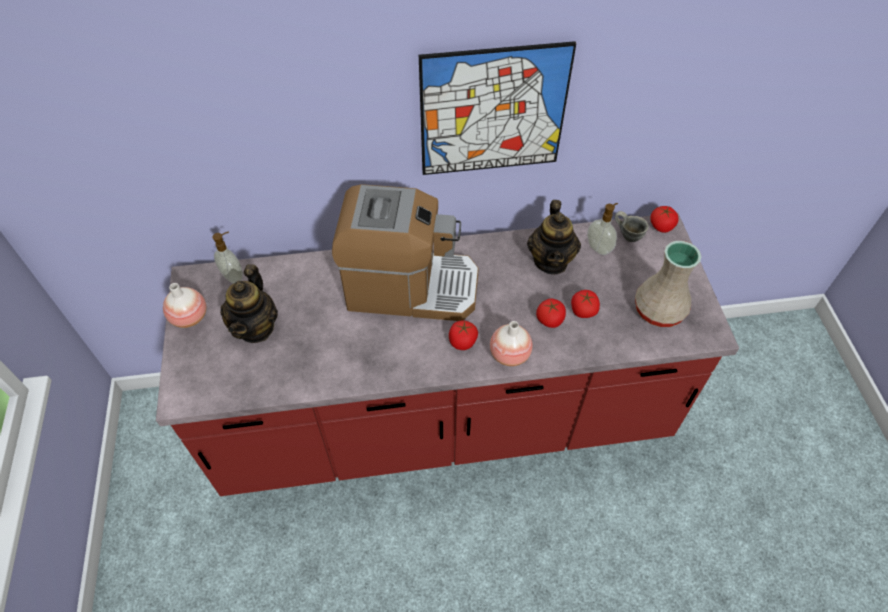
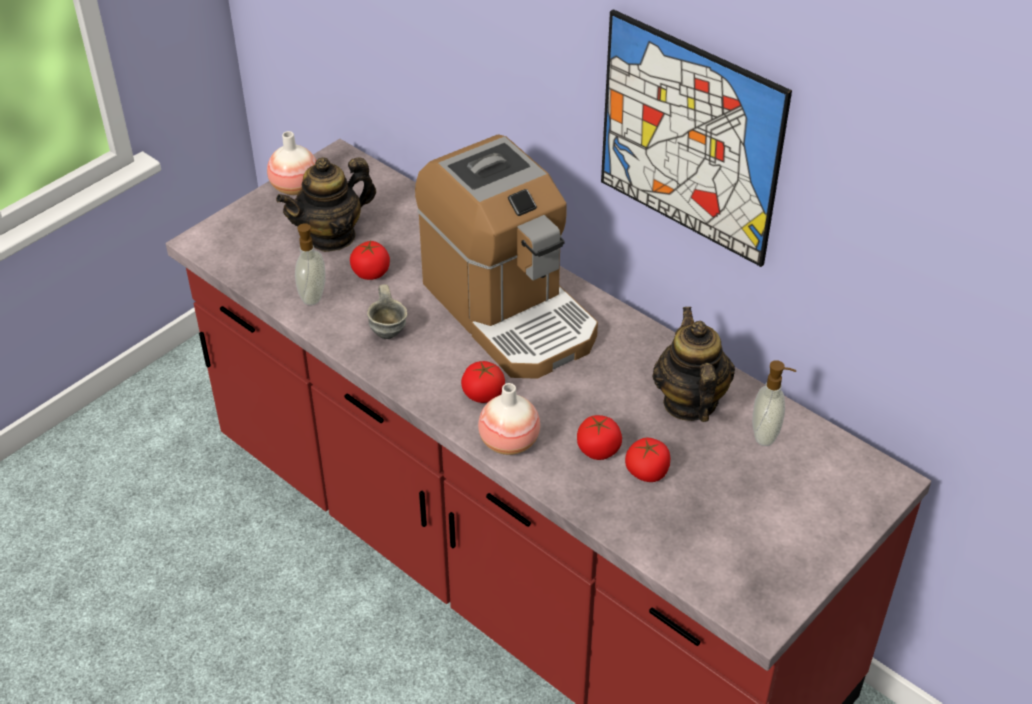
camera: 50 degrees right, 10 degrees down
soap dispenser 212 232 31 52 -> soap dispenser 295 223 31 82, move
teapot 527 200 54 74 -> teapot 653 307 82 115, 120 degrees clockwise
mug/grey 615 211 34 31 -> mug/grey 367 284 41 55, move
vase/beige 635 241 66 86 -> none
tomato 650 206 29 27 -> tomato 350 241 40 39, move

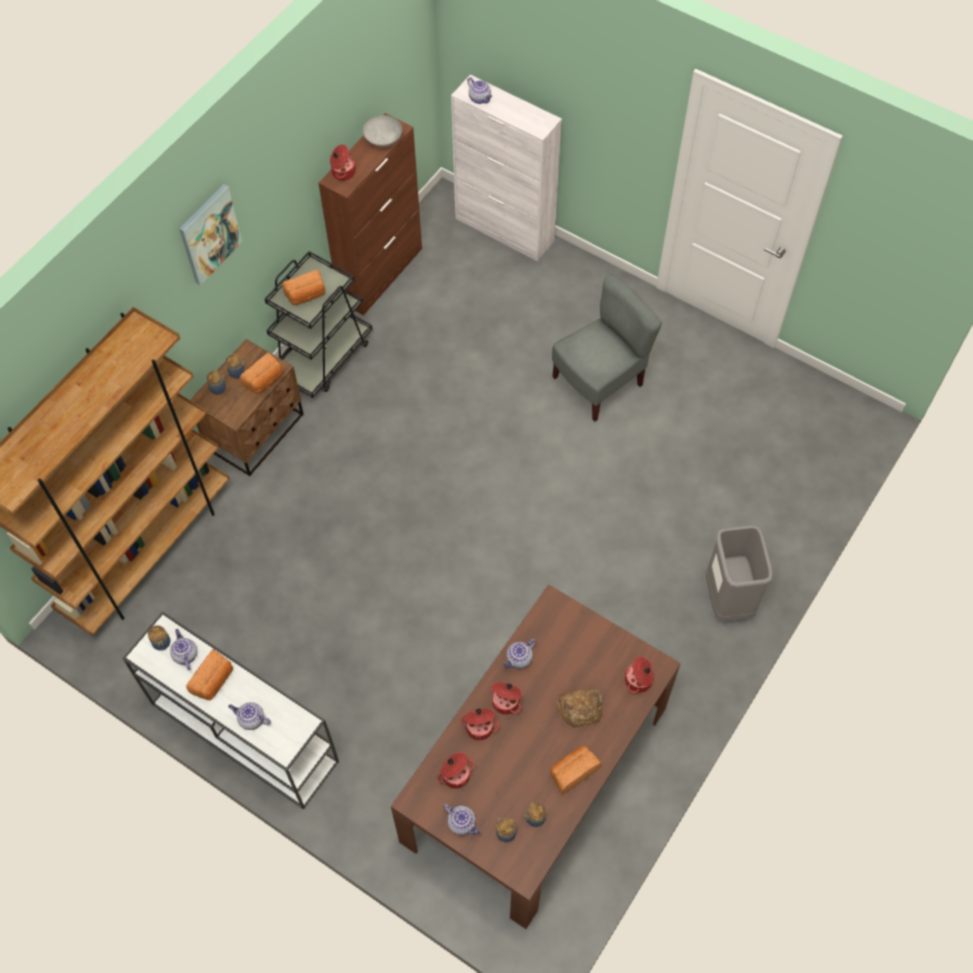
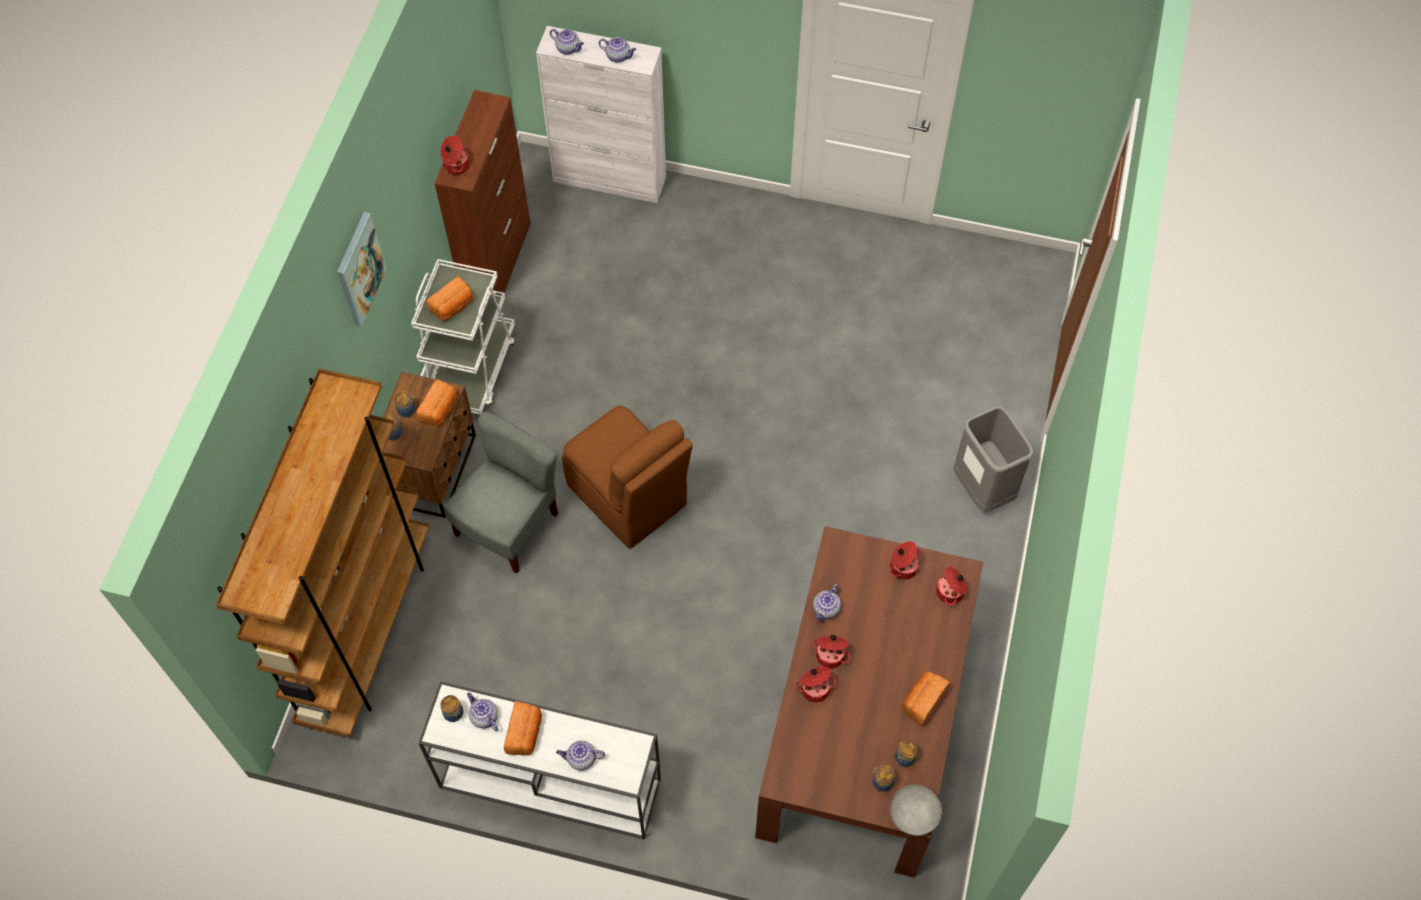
camera: 20 degrees left, 0 degrees up
cart/black 265 251 107 147 -> cart/white 411 259 104 156
bowl/grey 363 115 39 32 -> bowl/grey 890 785 52 51, move
cooking pot 437 753 37 36 -> cooking pot 890 541 30 38, move
teapot 443 804 37 31 -> teapot 599 37 37 26, move
chair/grey 552 274 110 148 -> chair/grey 443 411 115 163, move
bread 556 688 47 40 -> none
none -> chair/brown 562 405 131 144

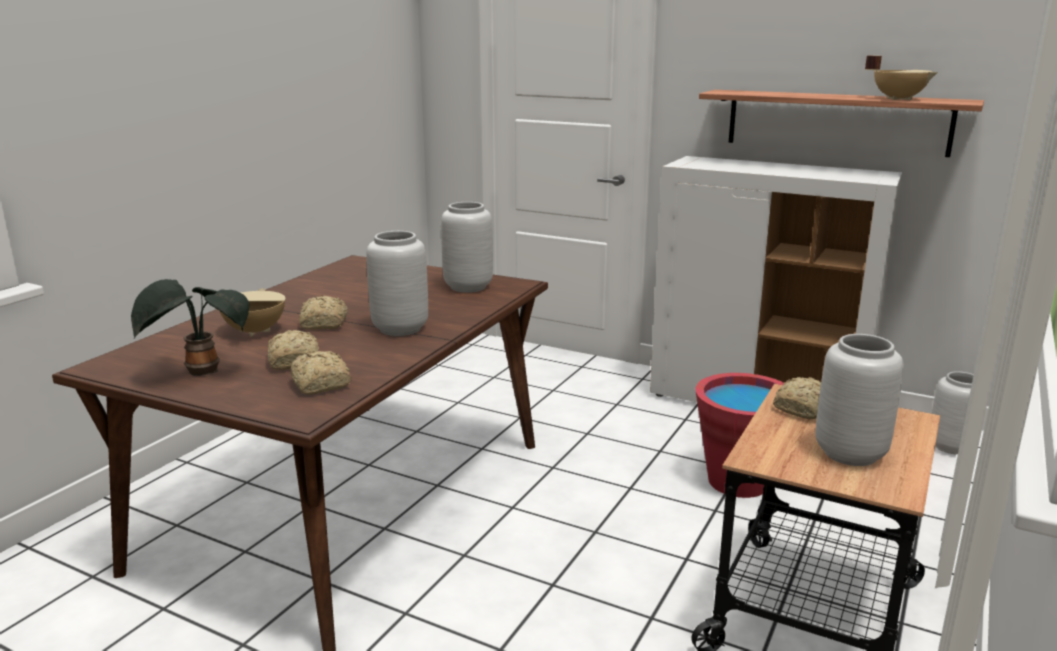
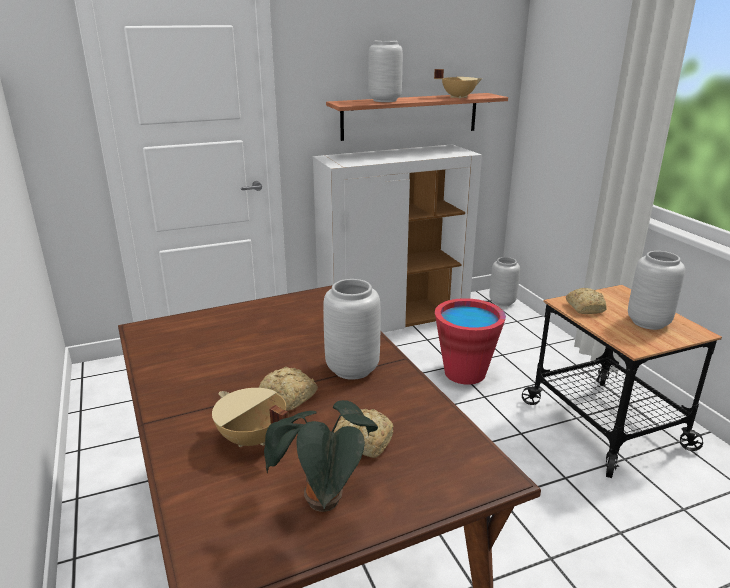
camera: 50 degrees left, 5 degrees up
bread 291 351 61 44 -> none
vase/grey 441 202 52 91 -> vase/grey 368 40 35 62, move

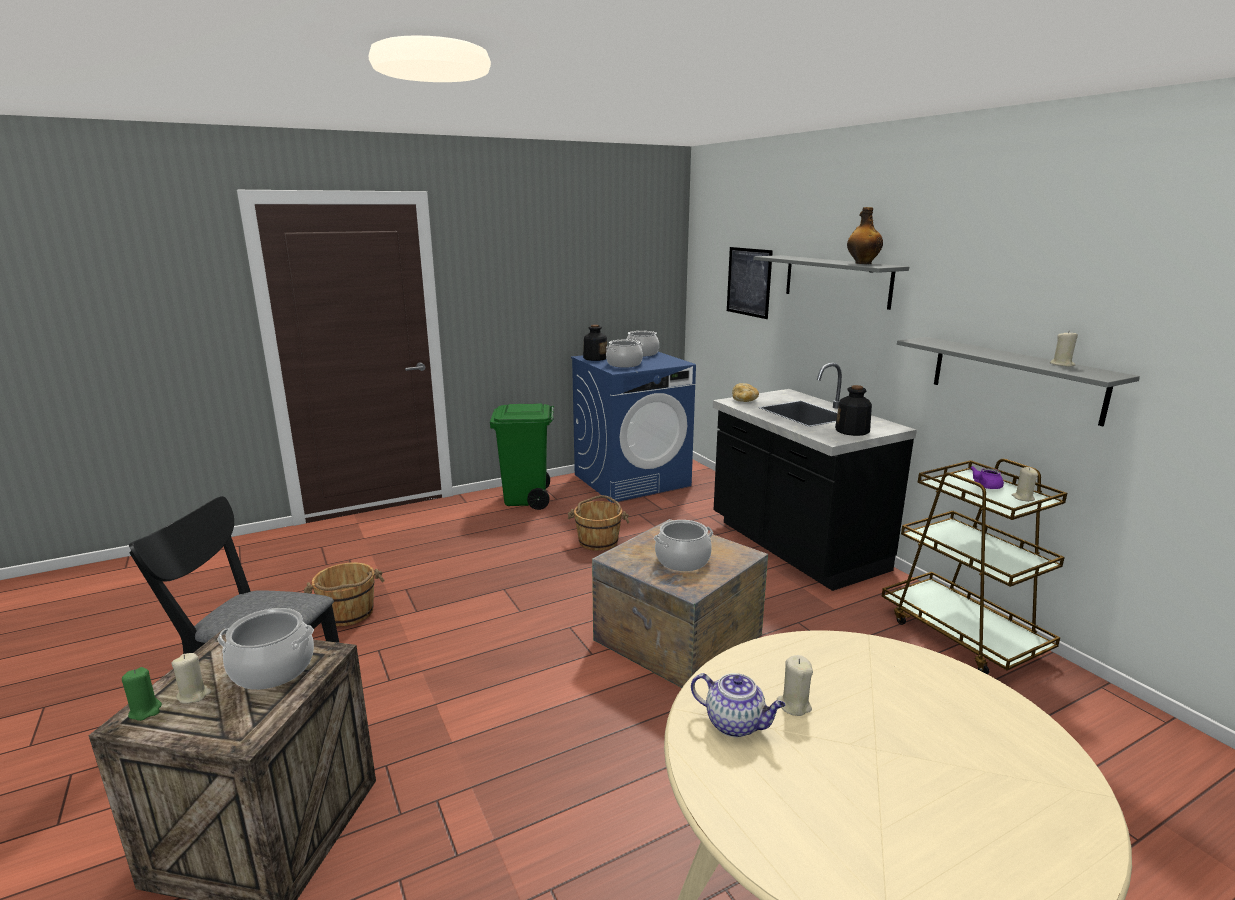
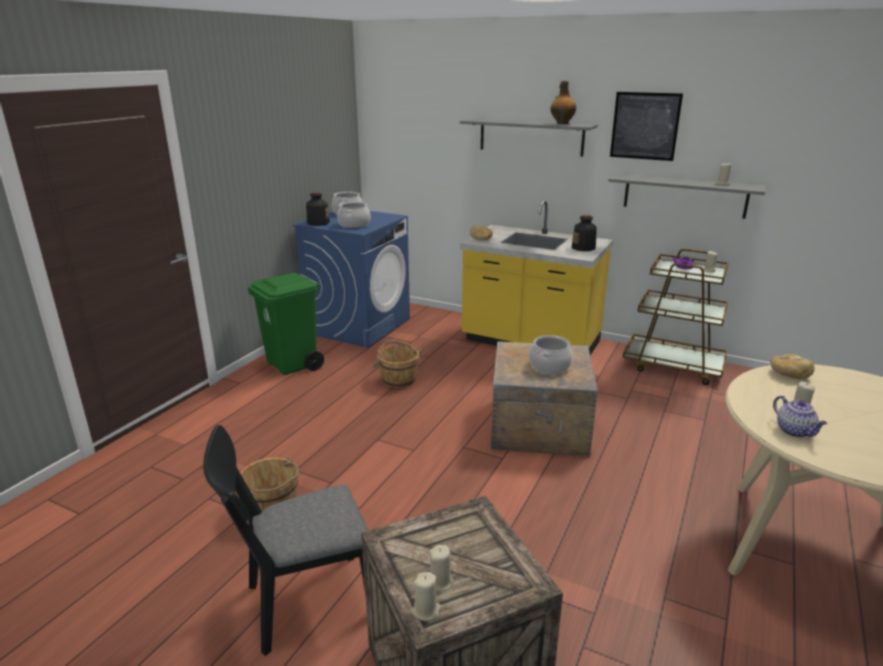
camera: 35 degrees left, 5 degrees up
candle/green 122 667 40 54 -> candle/beige 412 572 29 49
cooking pot 217 608 97 82 -> none
teapot 691 673 94 64 -> teapot 773 396 54 41, 75 degrees clockwise
counter/black 713 363 204 228 -> counter/yellow 460 200 153 155
picture 727 247 46 72 -> picture 610 92 73 69, move
none -> bread 770 354 45 25

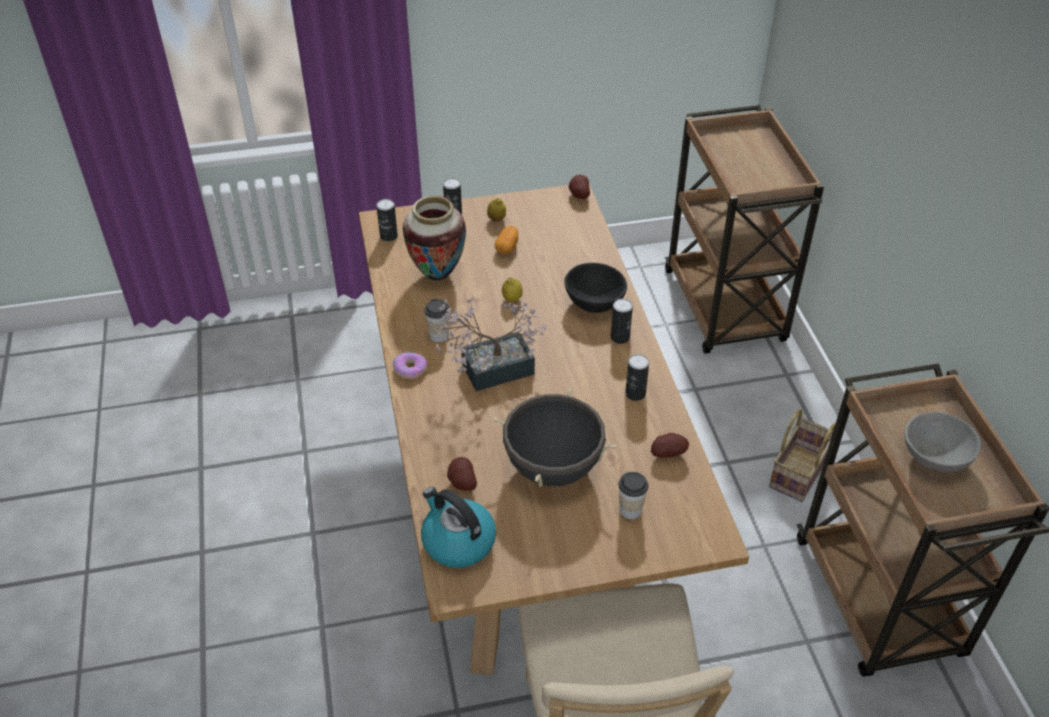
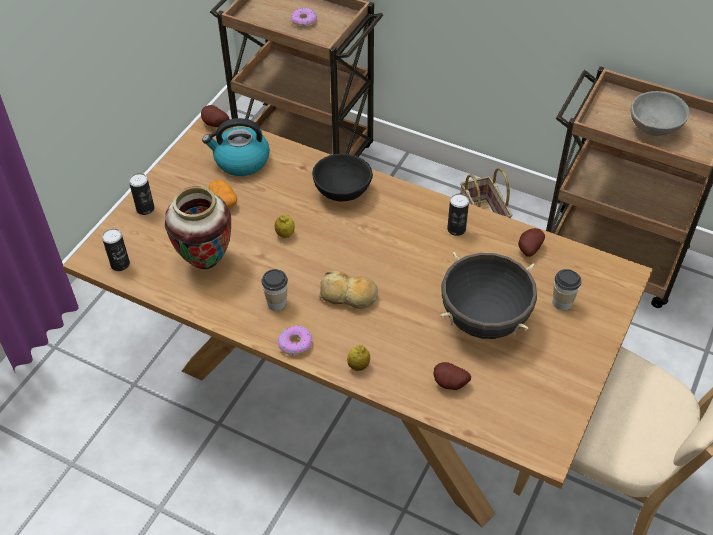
camera: 50 degrees left, 5 degrees up
kettle 421 487 75 81 -> kettle 202 118 68 58, move
potted plant 436 297 110 94 -> bread 319 271 59 38
lemon 487 198 19 24 -> lemon 347 345 23 26, move
can 611 298 22 46 -> none
none -> donut 291 8 26 19

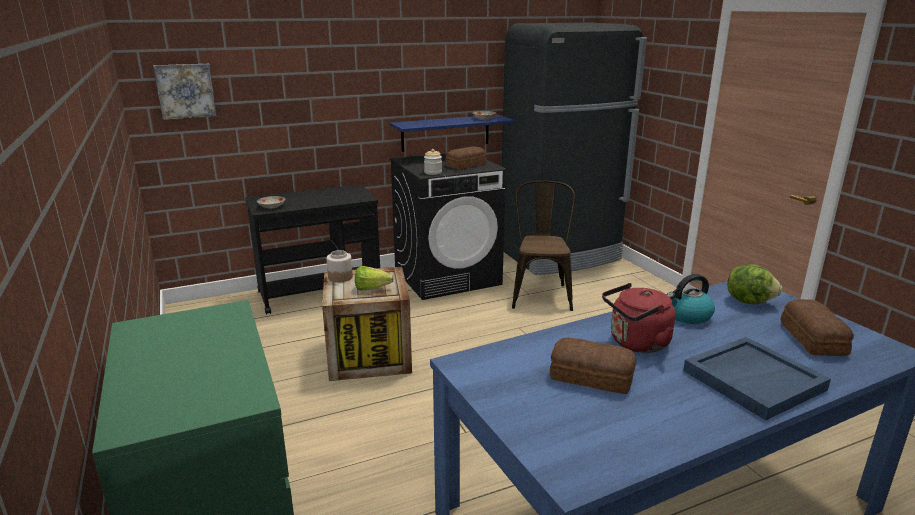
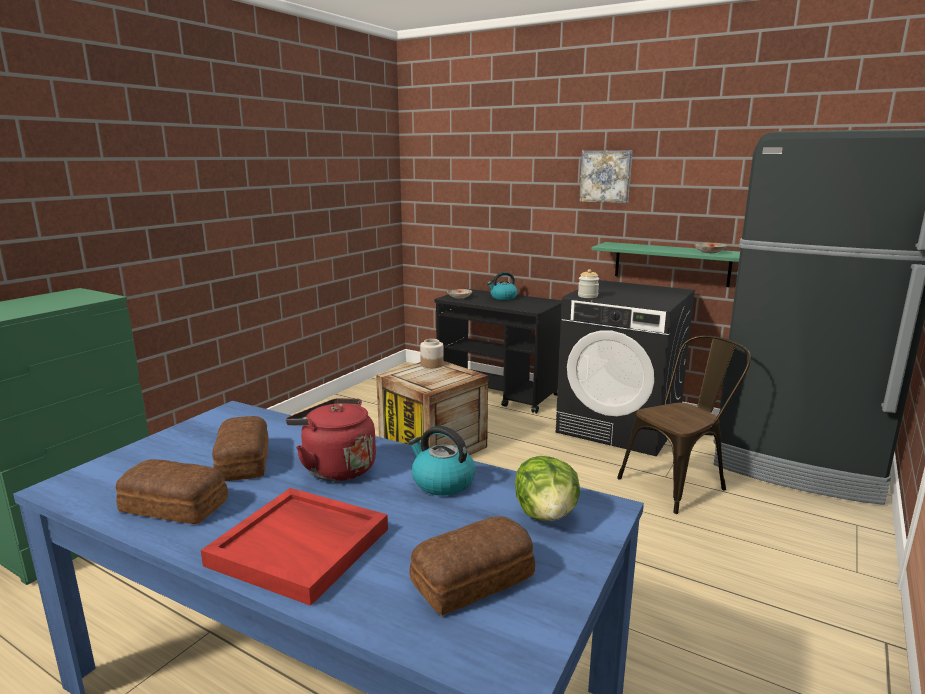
camera: 55 degrees right, 5 degrees down
picture 153 64 64 56 -> picture 579 150 53 53, move
lettuce 355 266 39 24 -> none
shelf/blue 390 115 125 37 -> shelf/green 591 242 149 45
bread 445 146 42 23 -> bread 116 459 112 65, move
tray/blue 683 337 148 83 -> tray/red 201 488 187 118
none -> kettle 487 272 31 28

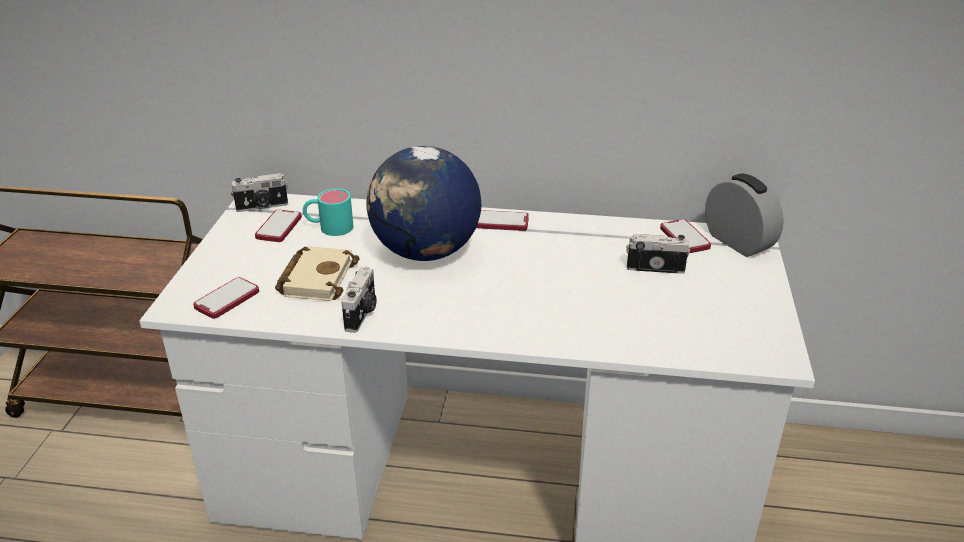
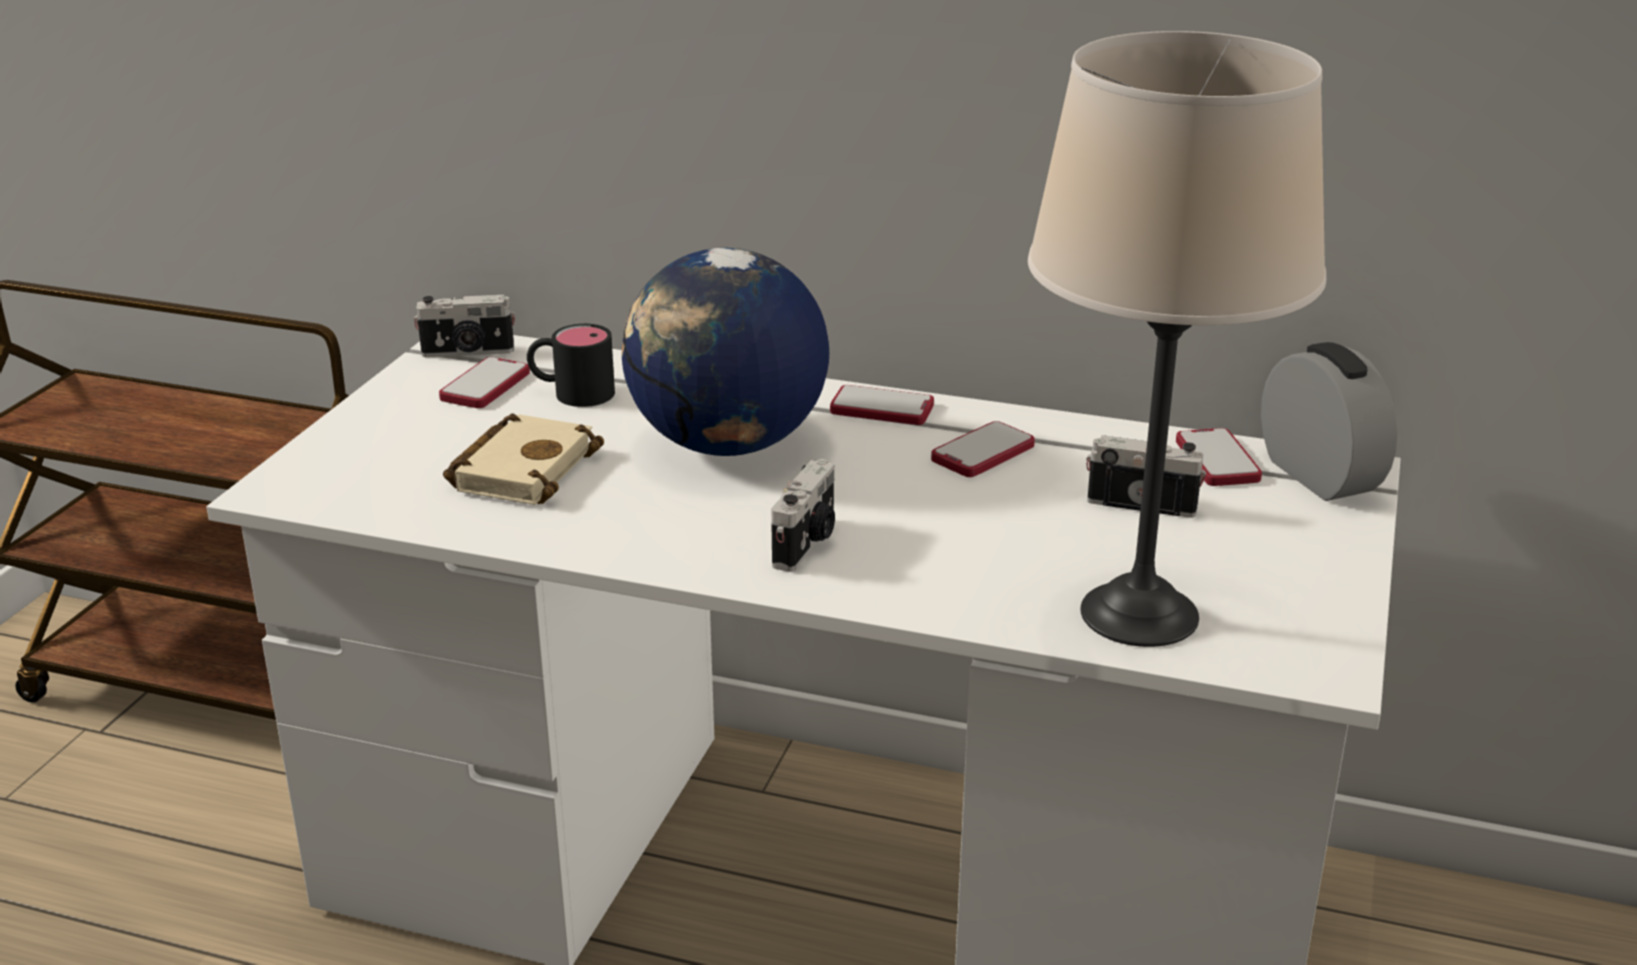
camera: 10 degrees right, 5 degrees down
phone 193 277 66 42 -> phone 931 421 104 56, move
mug/turquoise 303 189 50 47 -> mug/black 527 324 88 83
photo camera 341 266 36 67 -> photo camera 771 459 64 113, move
none -> table lamp/beige 1028 31 298 616

